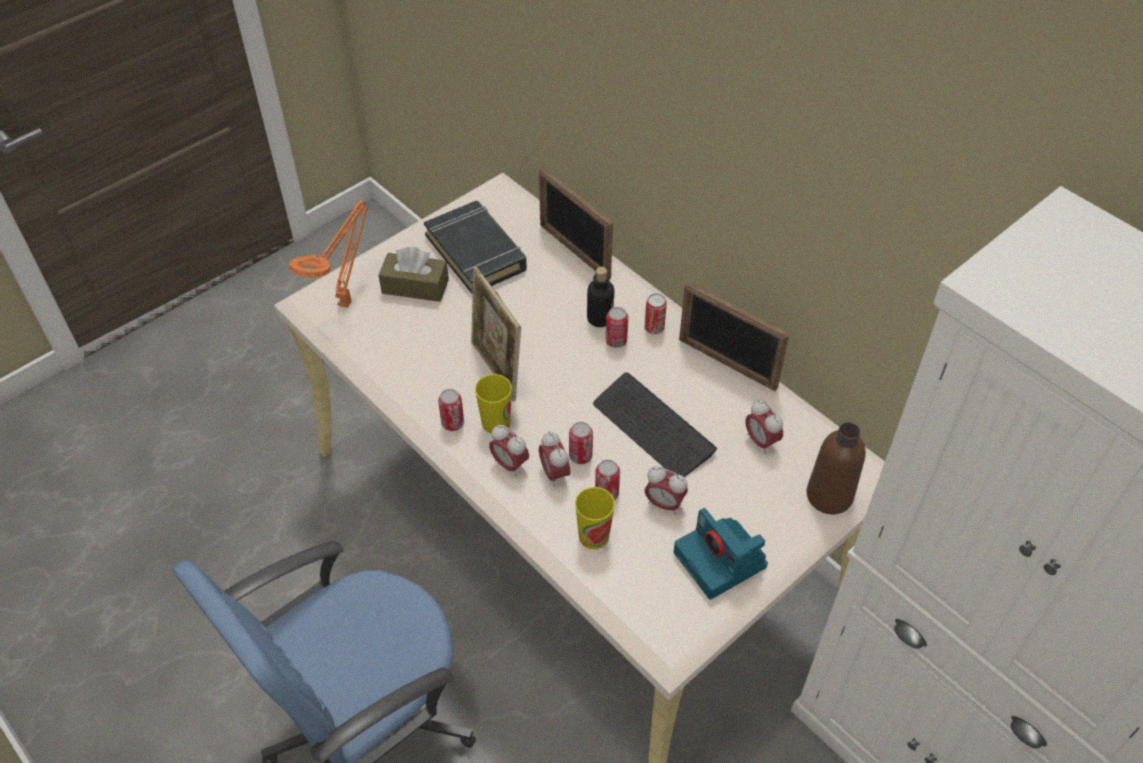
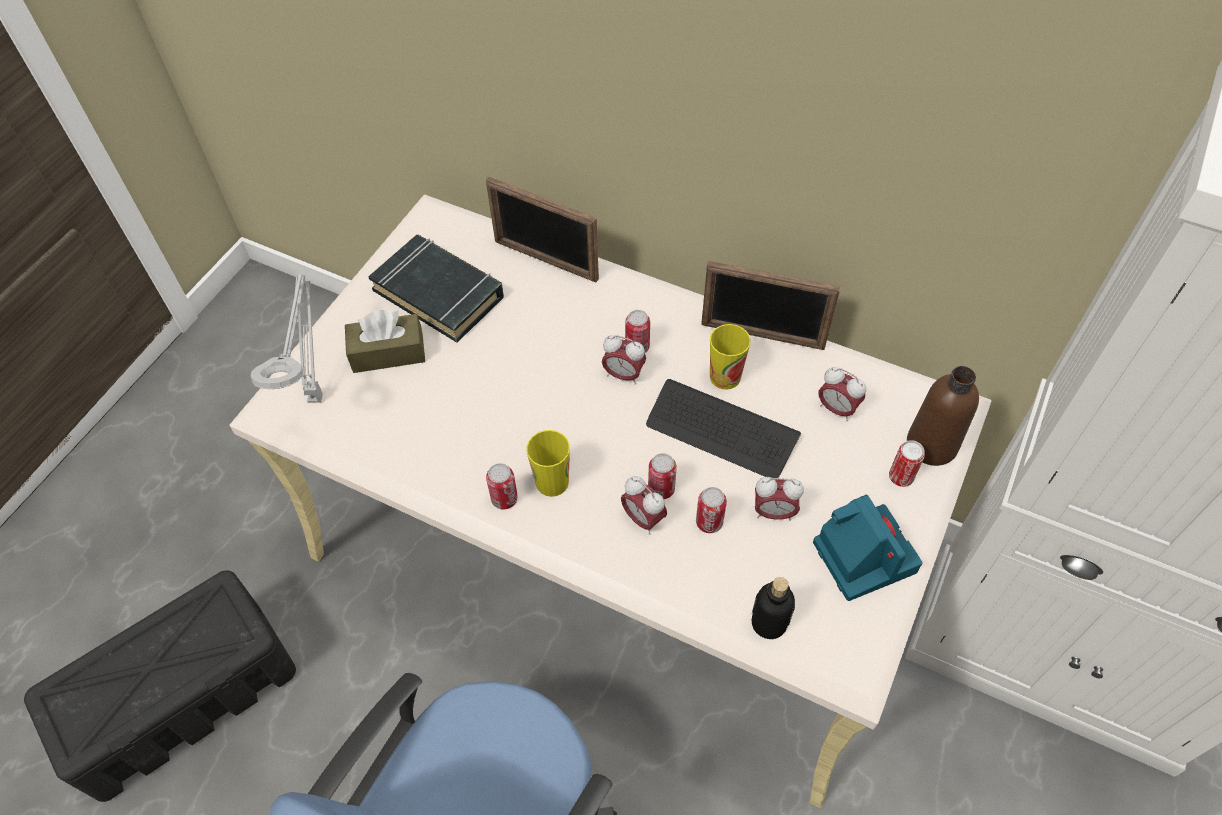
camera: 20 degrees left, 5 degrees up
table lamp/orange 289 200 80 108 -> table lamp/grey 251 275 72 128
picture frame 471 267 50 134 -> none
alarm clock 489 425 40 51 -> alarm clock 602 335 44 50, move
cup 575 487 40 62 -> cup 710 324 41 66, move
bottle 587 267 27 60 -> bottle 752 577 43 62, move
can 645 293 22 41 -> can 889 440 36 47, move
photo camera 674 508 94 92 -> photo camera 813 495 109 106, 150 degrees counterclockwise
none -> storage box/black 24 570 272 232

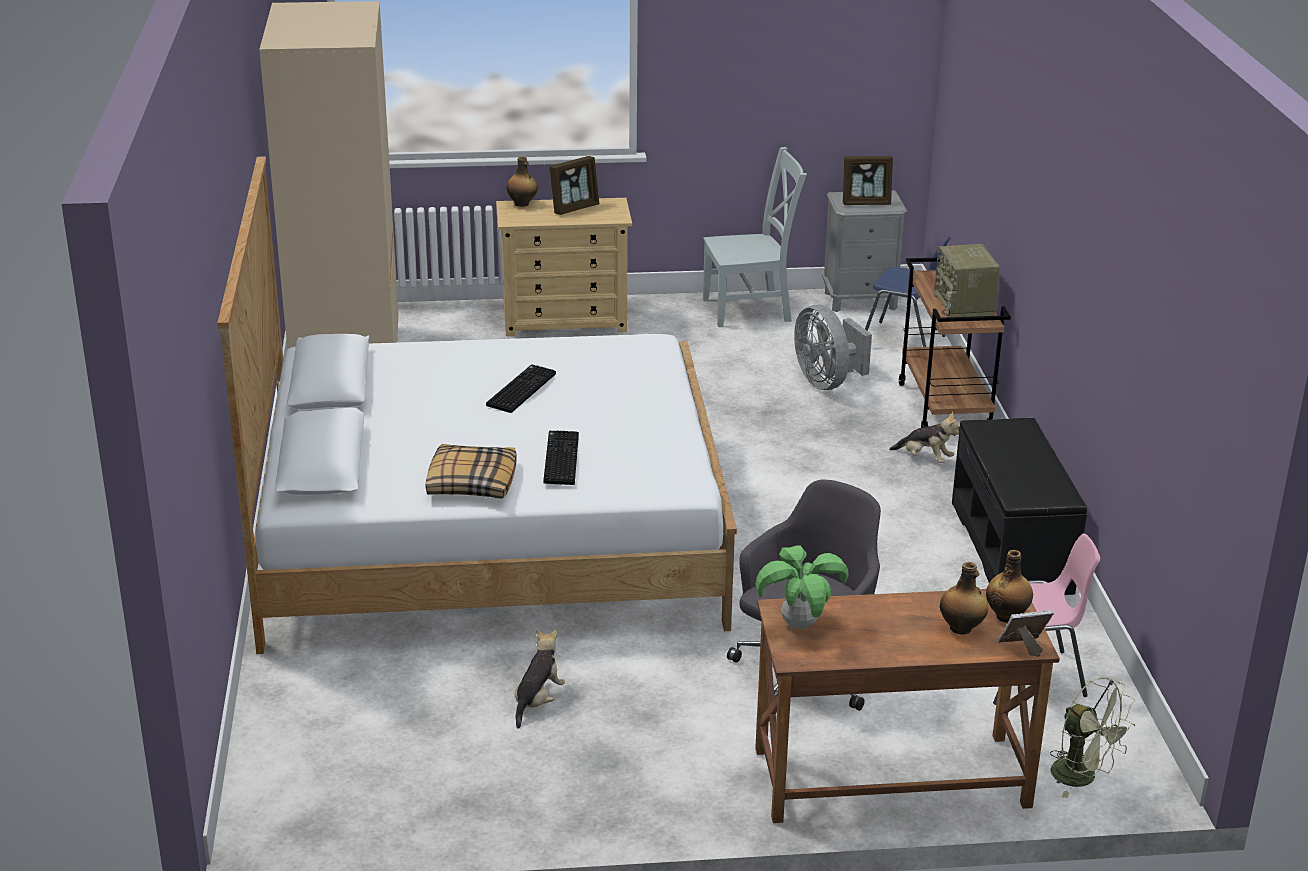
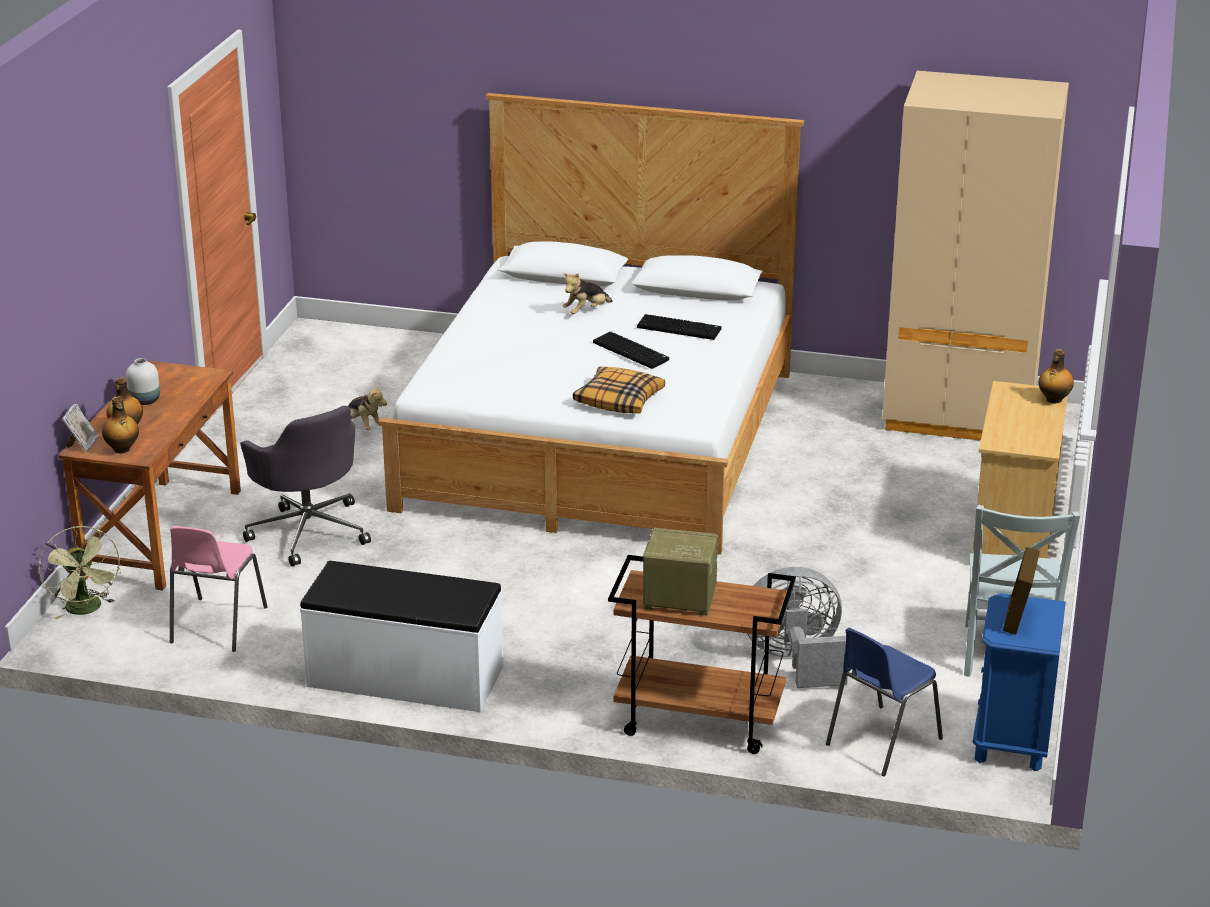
camera: 110 degrees right, 0 degrees up
pillow 425 444 92 55 -> pillow 573 367 92 47, move
keyboard 543 430 36 55 -> keyboard 637 314 84 26, move
picture frame 549 156 50 59 -> none
potted plant 755 545 94 84 -> none
nightstand/grey 822 191 85 121 -> nightstand/blue 973 593 93 178
plush toy 889 411 70 52 -> plush toy 562 273 51 41, move
bench/black 952 418 135 177 -> bench/white 300 561 203 151
fan/green 1050 677 85 121 -> fan/green 38 526 83 94, 90 degrees counterclockwise
none -> vase/white 126 358 34 47

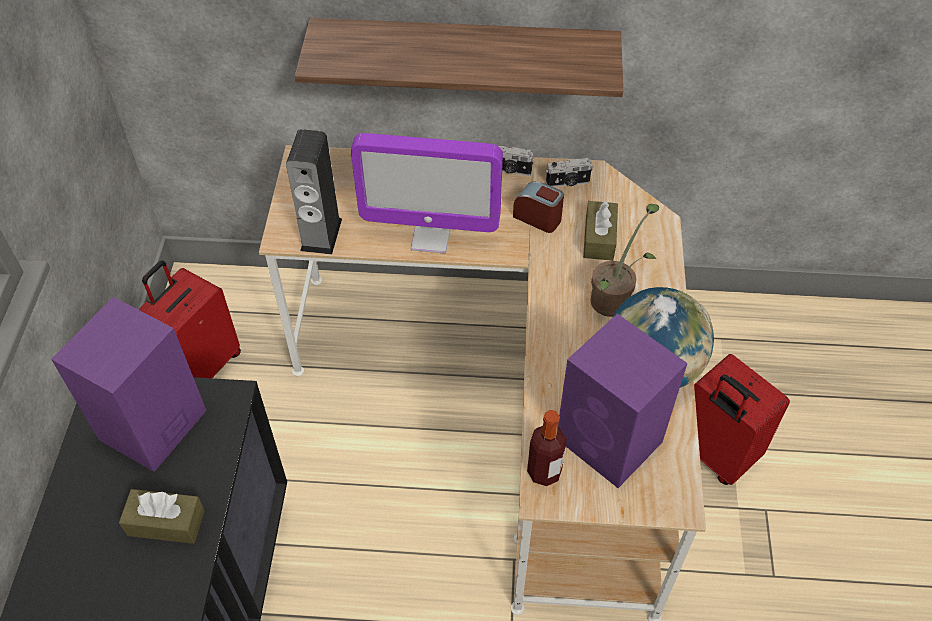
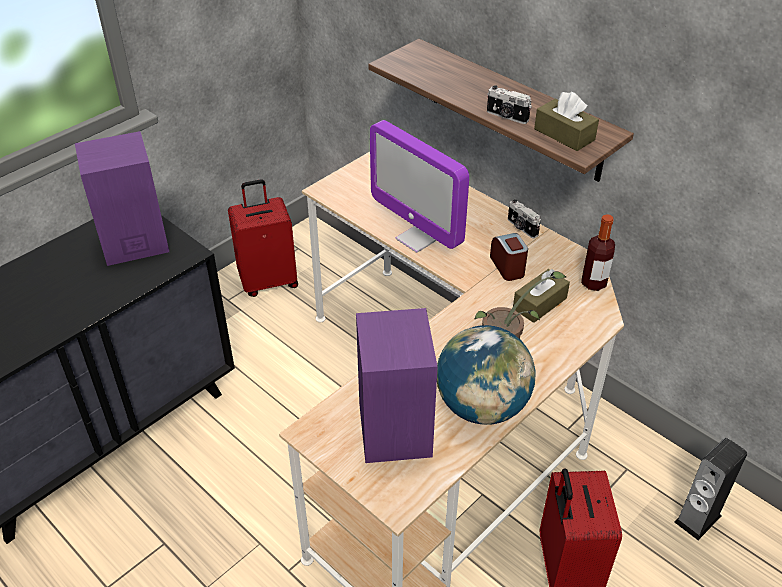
camera: 40 degrees right, 10 degrees down
tissue box/brown 119 489 86 55 -> tissue box/brown 534 92 65 59, move
speaker 286 129 56 126 -> speaker 674 438 73 102, move
bottle 527 410 40 76 -> bottle 581 214 34 77, move
photo camera 546 158 47 29 -> photo camera 487 85 45 39, move

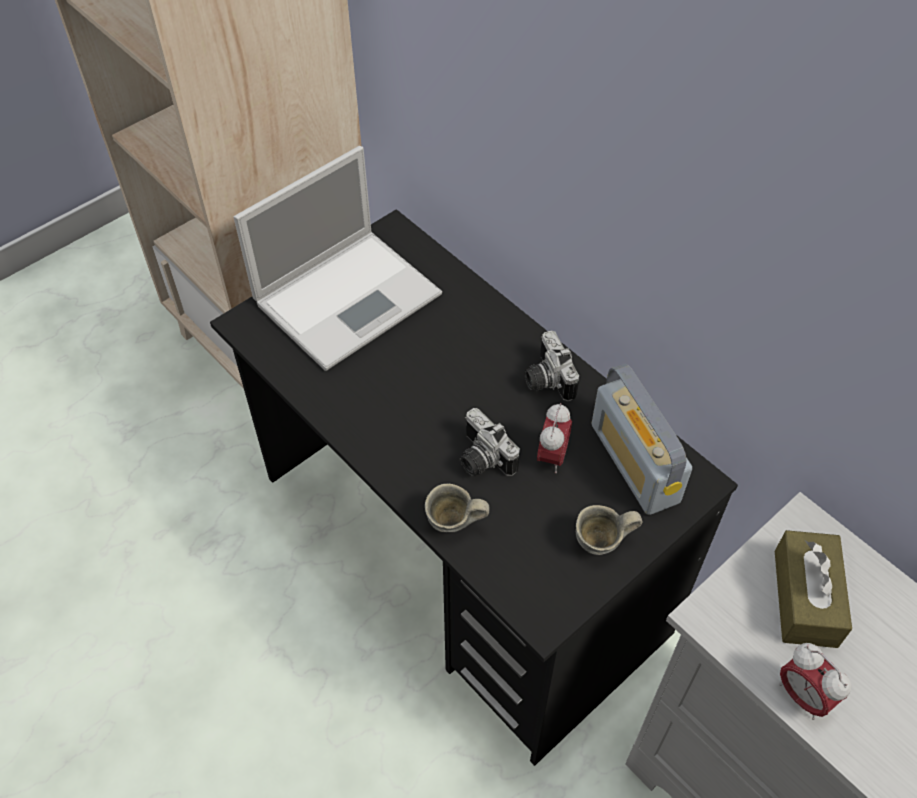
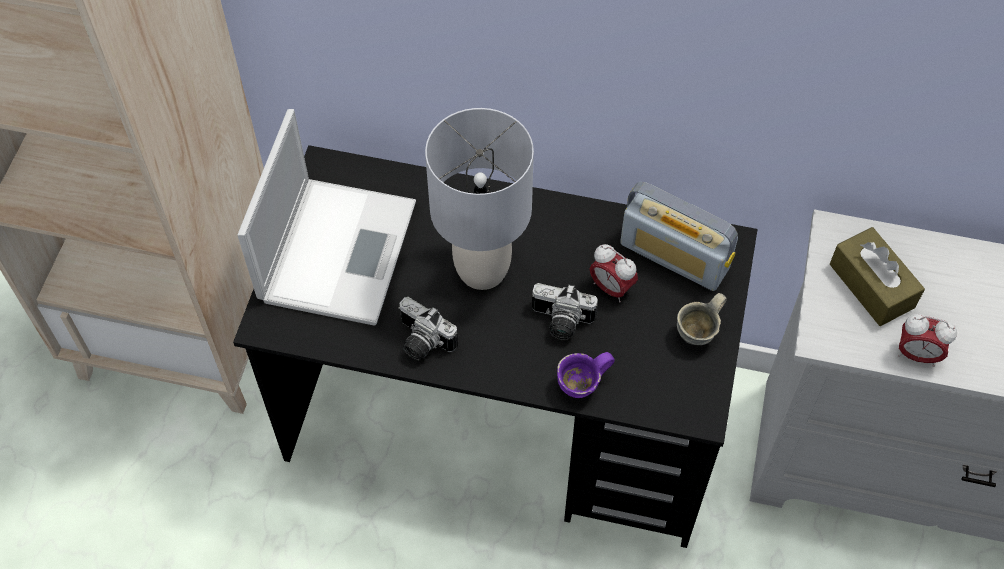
camera: 35 degrees left, 5 degrees up
mug/grey 425 484 64 49 -> mug/purple 557 352 58 46
photo camera 524 330 55 71 -> photo camera 398 297 60 63, move
alarm clock 537 403 35 70 -> alarm clock 590 244 48 59, 150 degrees clockwise
none -> table lamp/grey 425 108 109 182

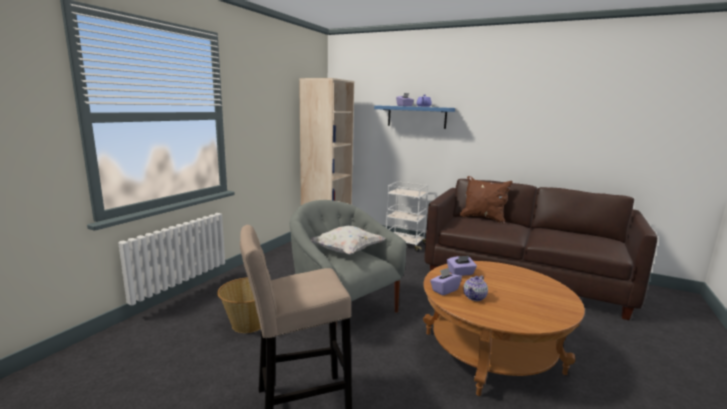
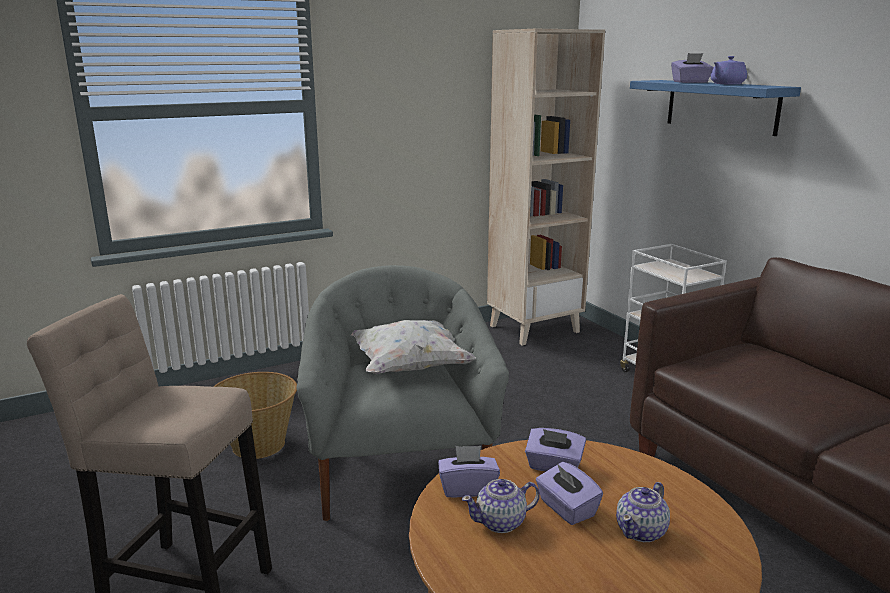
camera: 35 degrees right, 5 degrees up
pillow/brown 460 176 53 48 -> none
none -> tissue box/purple 536 462 67 63
none -> teapot 616 482 54 60

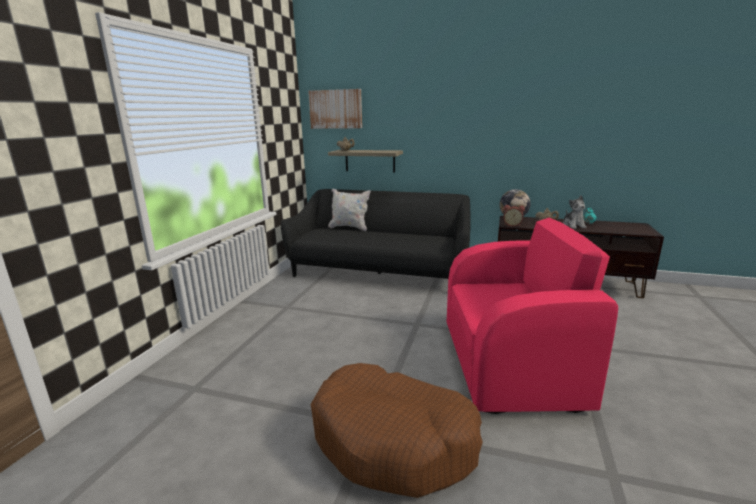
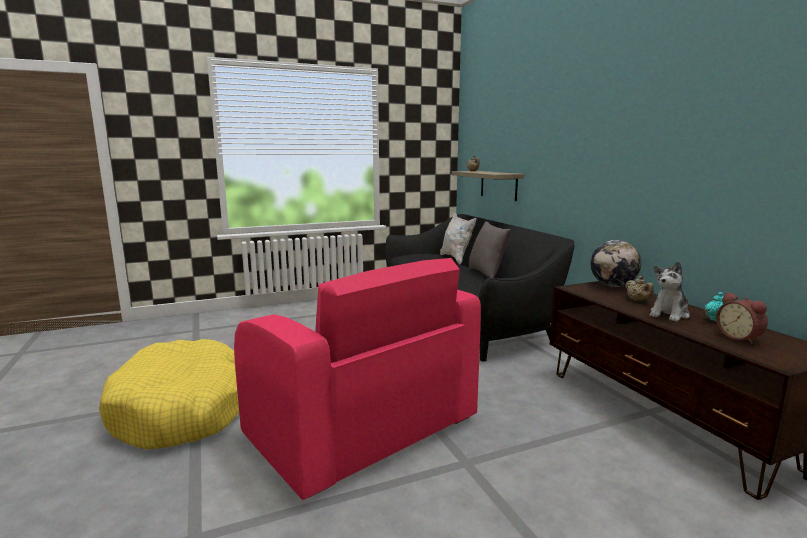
camera: 50 degrees right, 5 degrees down
picture 308 89 54 40 -> none
dog bed/brown 311 363 172 135 -> dog bed/yellow 99 339 140 110
alarm clock 503 205 22 22 -> alarm clock 716 292 52 52, move
none -> pillow/grey 469 221 42 57

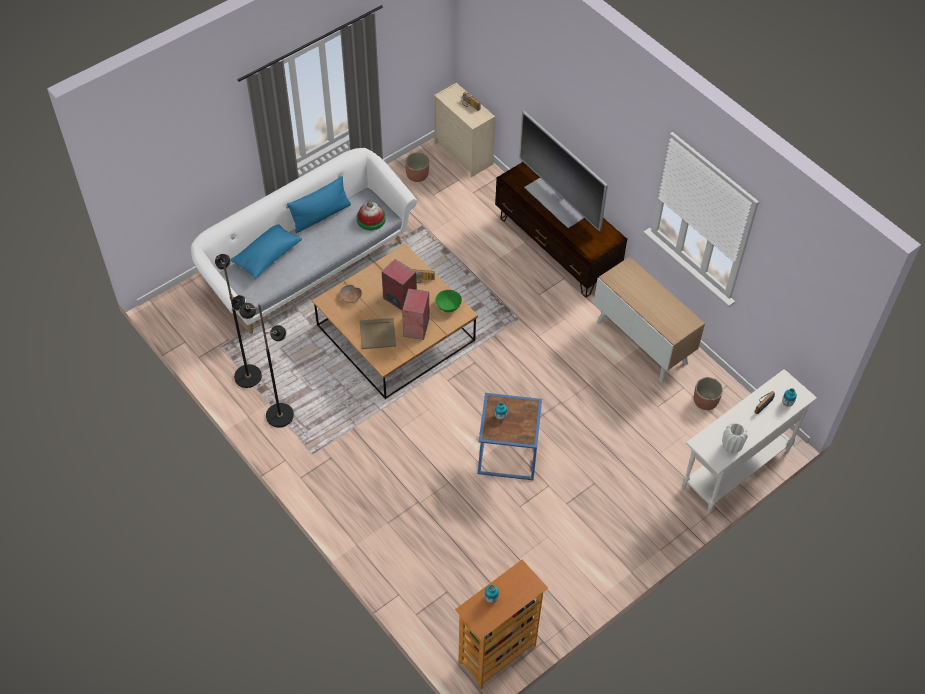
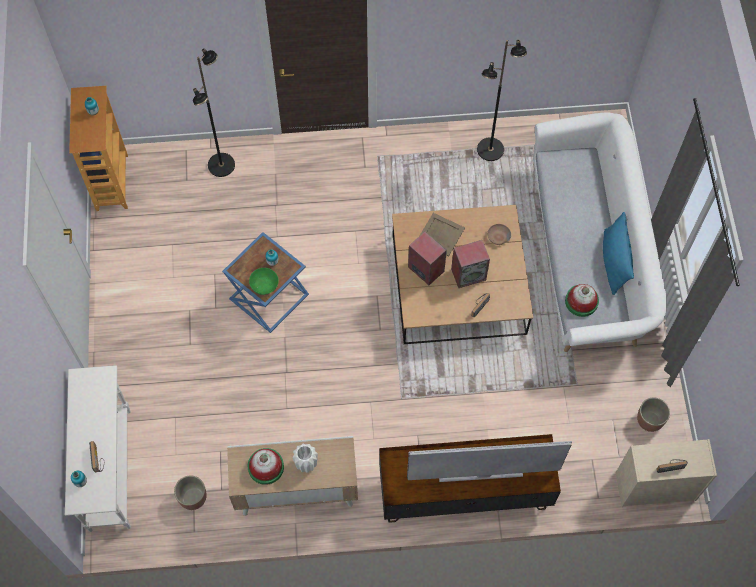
camera: 125 degrees right, 10 degrees up
pillow/blue 231 224 71 55 -> none
floor lamp/black 239 303 55 124 -> floor lamp/black 193 48 42 129, move
bowl/green 435 290 27 22 -> bowl/green 249 268 30 27, move
vase/white 722 423 26 30 -> vase/white 292 443 26 30, move
none -> hat 248 448 36 37

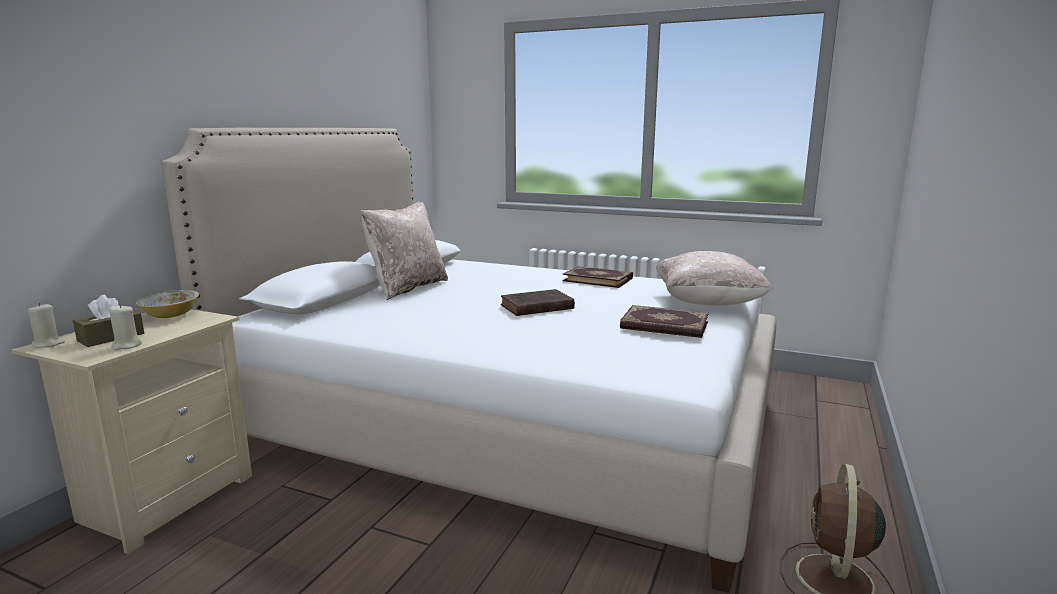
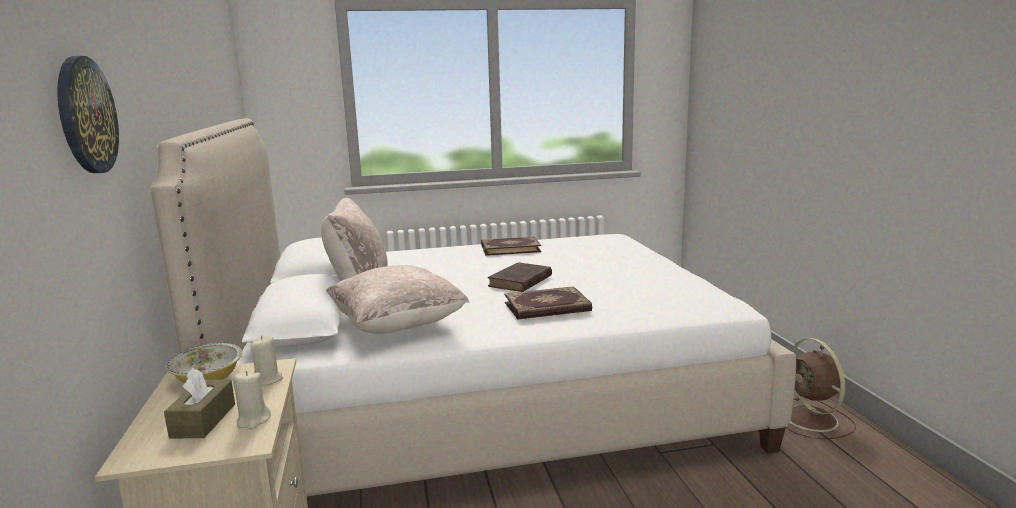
camera: 35 degrees left, 0 degrees up
candle/beige 27 303 38 45 -> candle/beige 251 336 32 49, move
book 620 305 89 33 -> book 504 286 88 34, move
pillow/beige 656 251 117 55 -> pillow/beige 326 265 143 69, move
none -> wall clock 57 56 62 117

